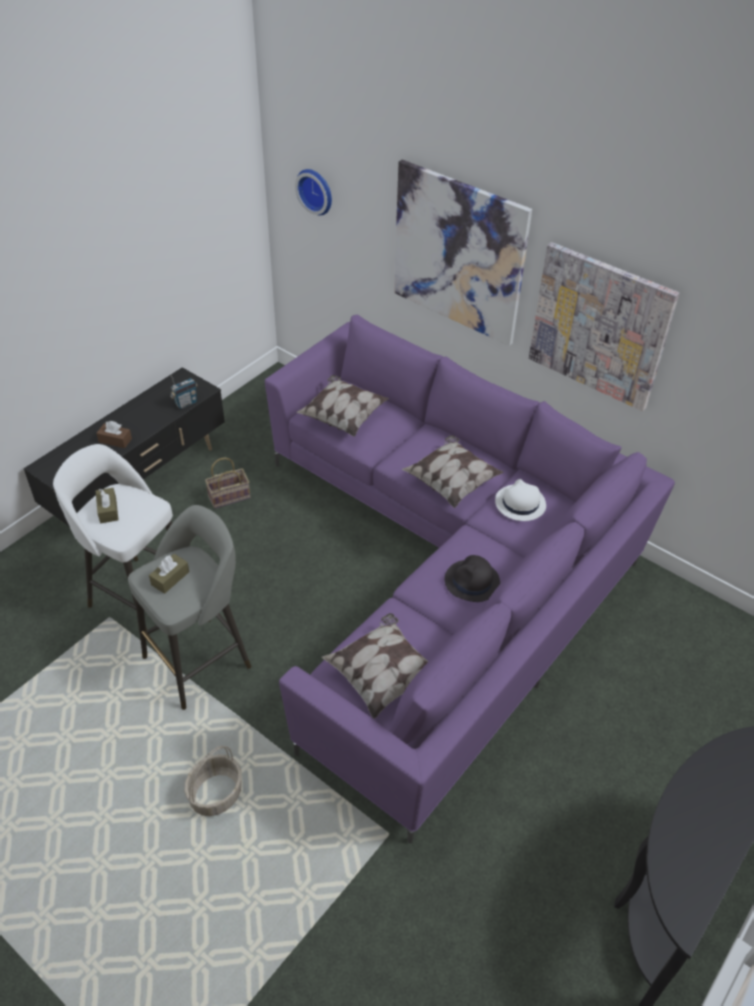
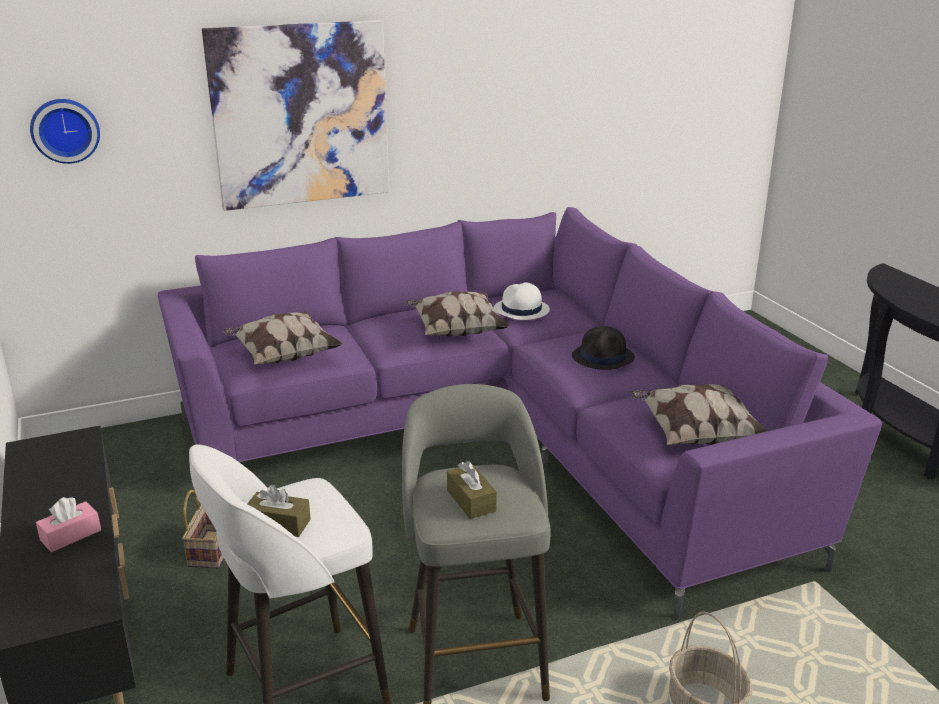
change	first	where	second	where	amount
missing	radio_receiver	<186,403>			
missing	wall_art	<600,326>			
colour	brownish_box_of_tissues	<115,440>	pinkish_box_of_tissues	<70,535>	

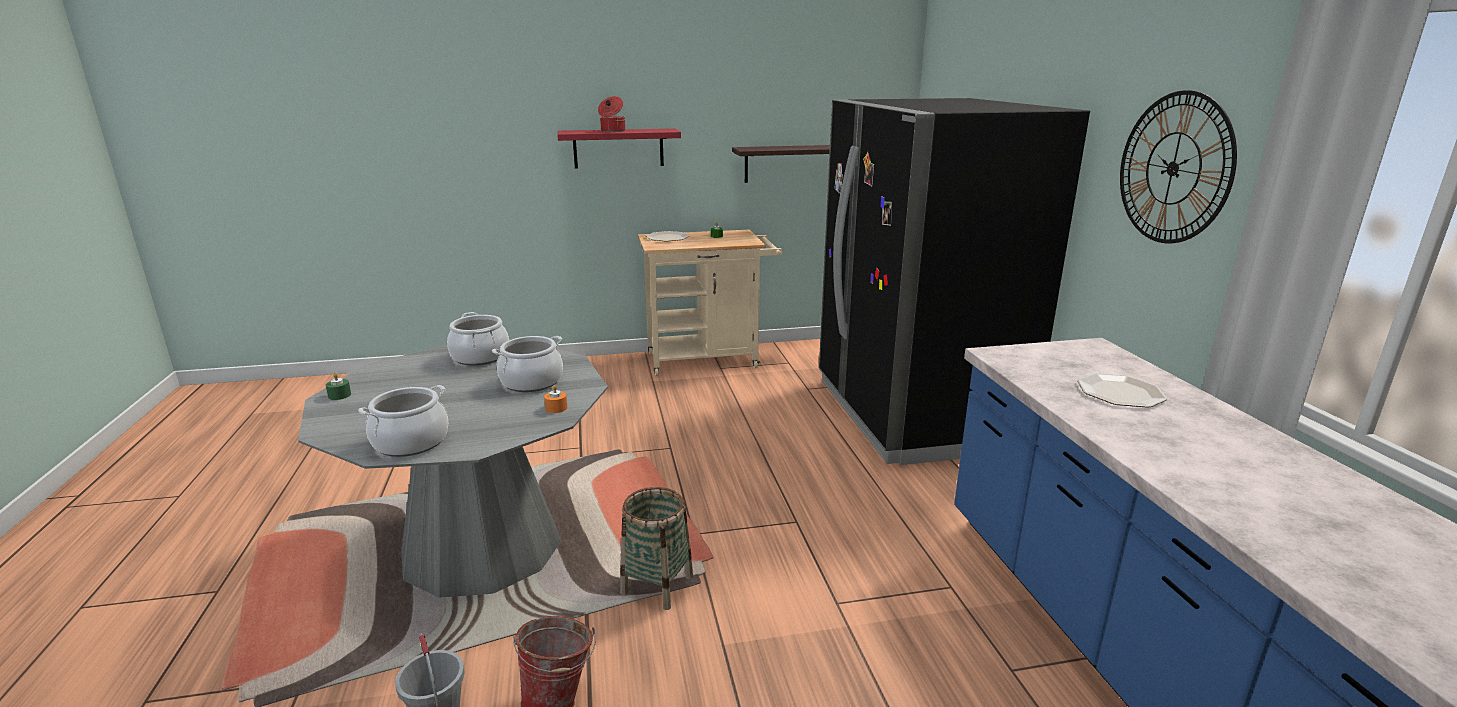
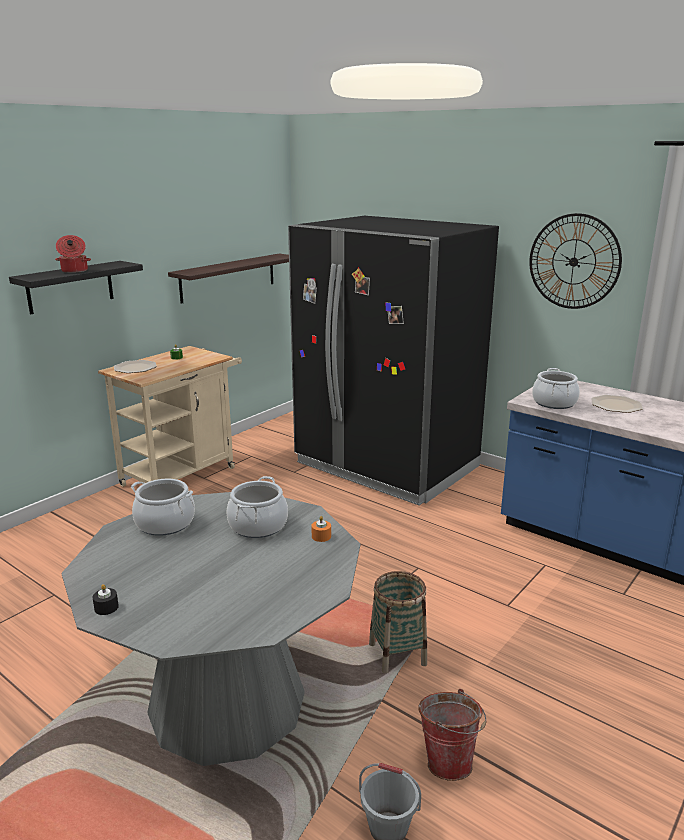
change	first	where	second	where	amount
relocated	cooking_pot	<410,442>		<554,403>	
colour	green-coloured_wax_candle	<339,395>	blackish_wax_candle	<106,607>	
colour	red_bracket_shelf	<618,148>	blackish_bracket_shelf	<70,287>	

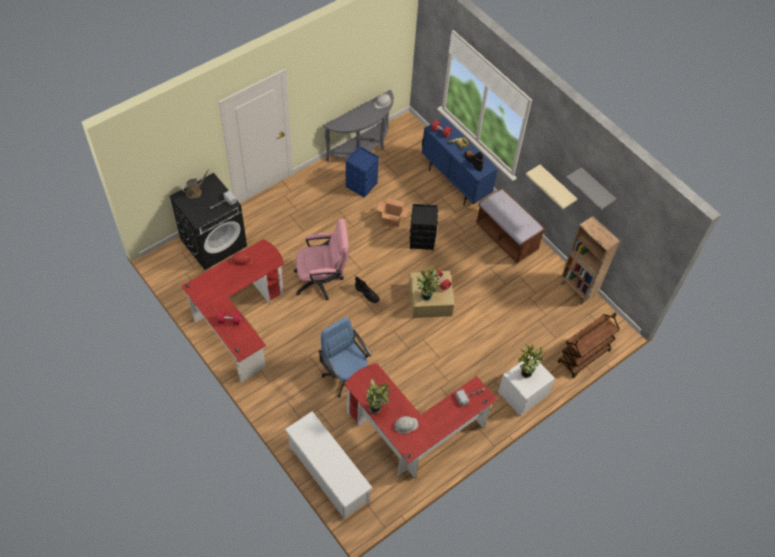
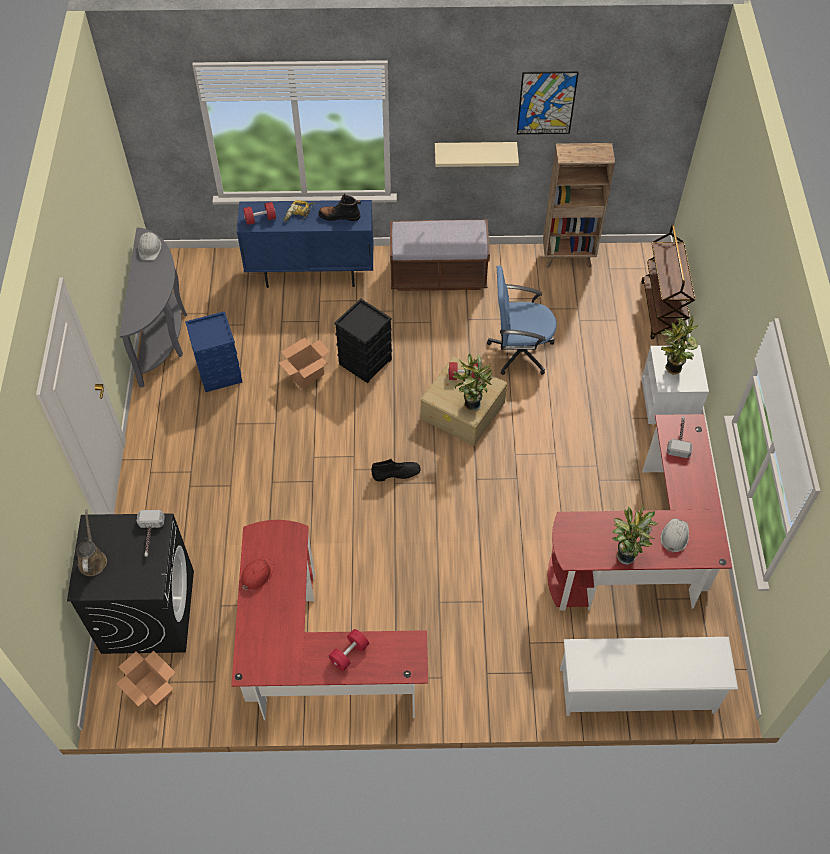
change	first	where	second	where	amount
missing	pinkish_computer_chair	<322,280>			
appeared			packing_box	<152,690>	
relocated	blue_computer_chair	<346,375>		<519,351>	
exchanged	gray_bracket_shelf	<596,188>	wall_art	<546,103>	

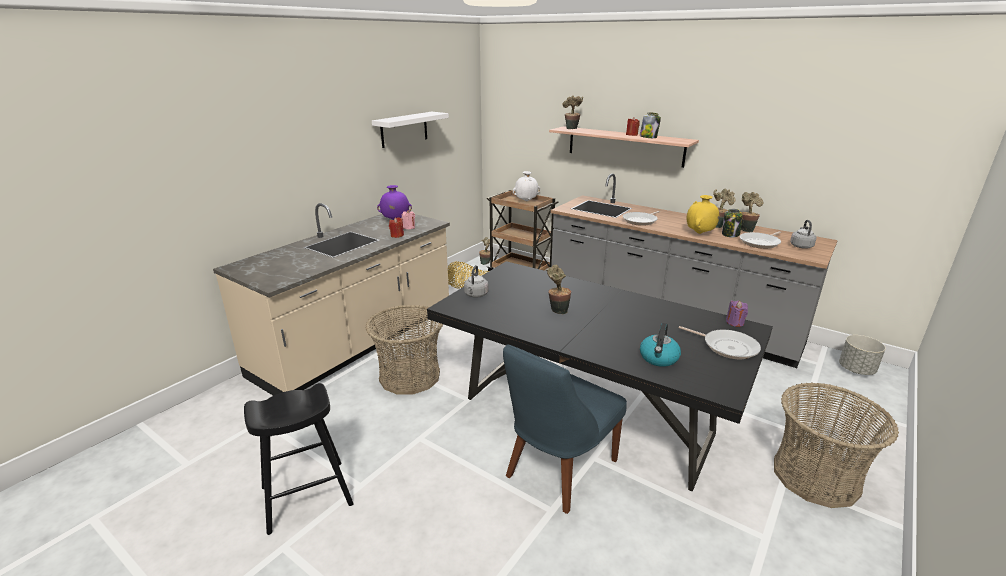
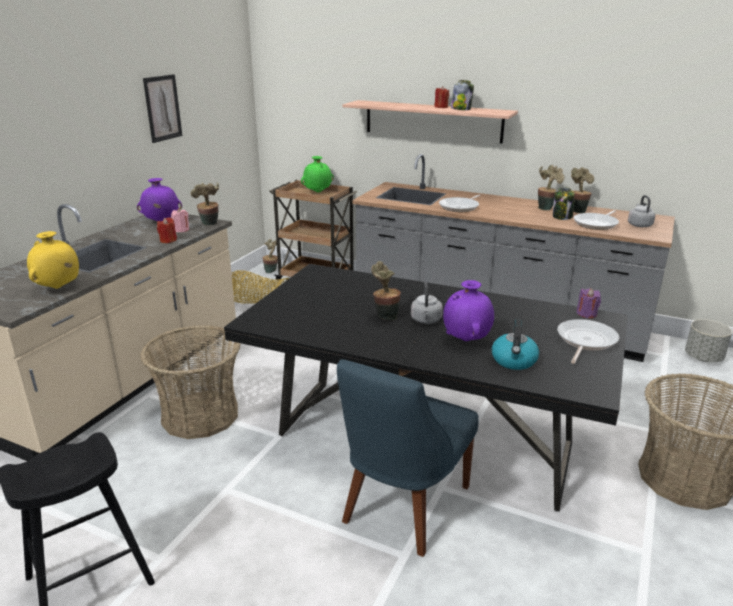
change	first	where	second	where	amount
appeared			purplish_vase	<466,340>	
relocated	gray_tea_kettle	<476,295>		<426,320>	
relocated	plant_in_a_pot	<571,129>		<209,225>	
relocated	yellow-coloured_vase	<700,233>		<58,288>	
exchanged	white-coloured_bracket_shelf	<404,129>	wall_art	<162,108>	
colour	white-coloured_vase	<526,201>	green-coloured_vase	<318,192>	
spun	skillet	<727,347>		<585,341>	90 degrees counterclockwise

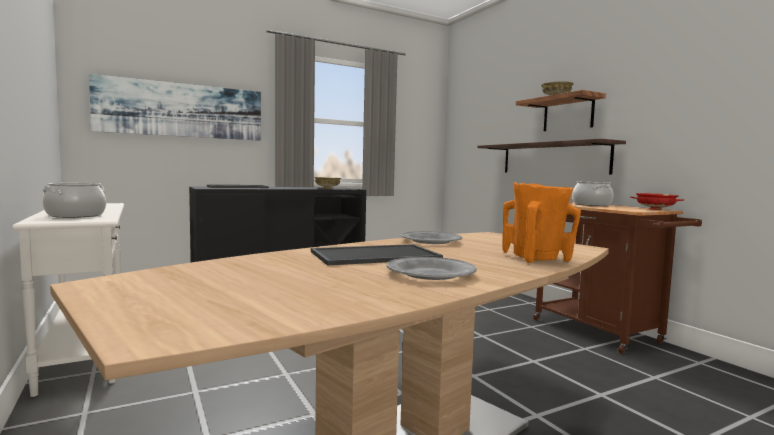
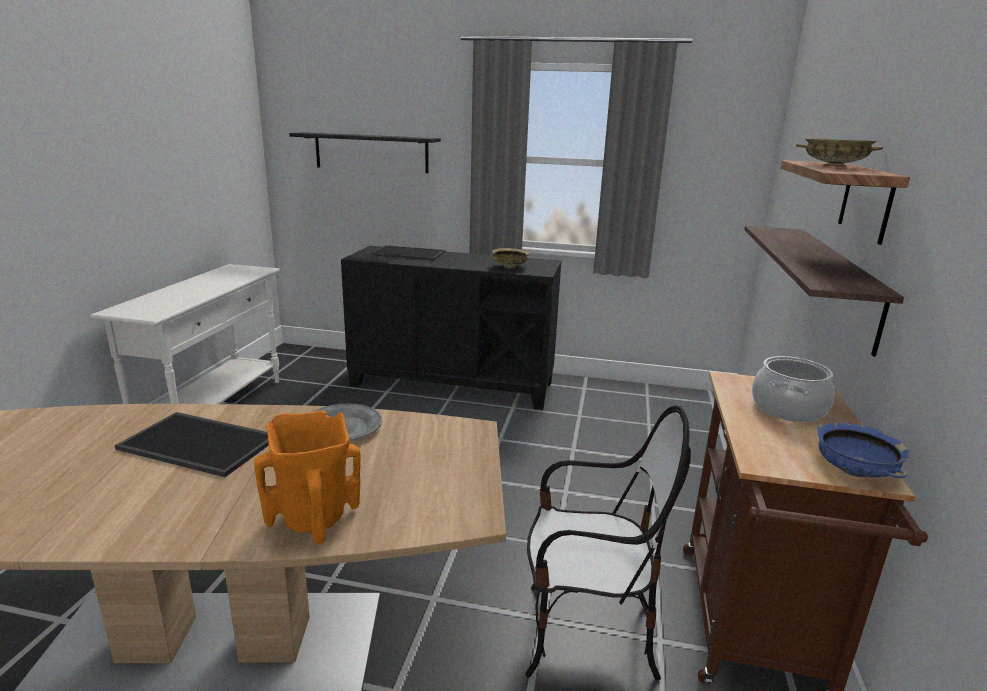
change	first	where	second	where	amount
missing	cooking_pot	<75,215>			
missing	gray_flat_dish	<430,273>			
appeared			plain_chair	<587,635>	
exchanged	wall_art	<182,110>	blackish_bracket_shelf	<371,152>	
colour	red_bowl	<655,209>	blue_bowl	<854,471>	

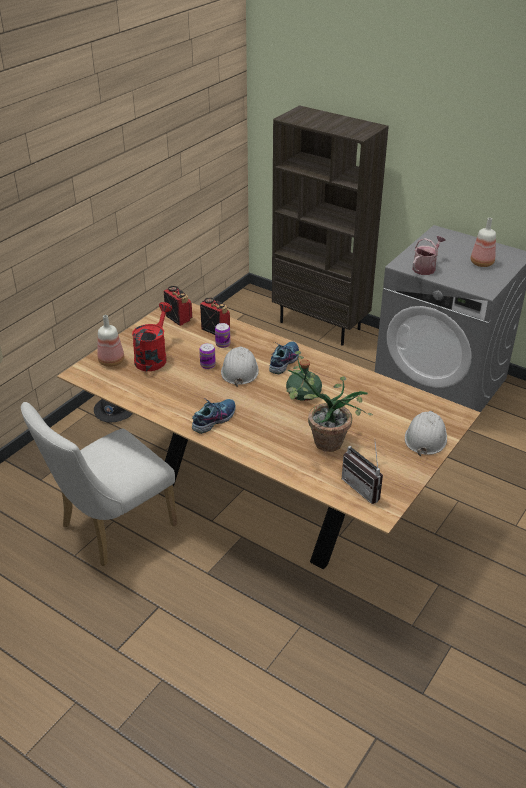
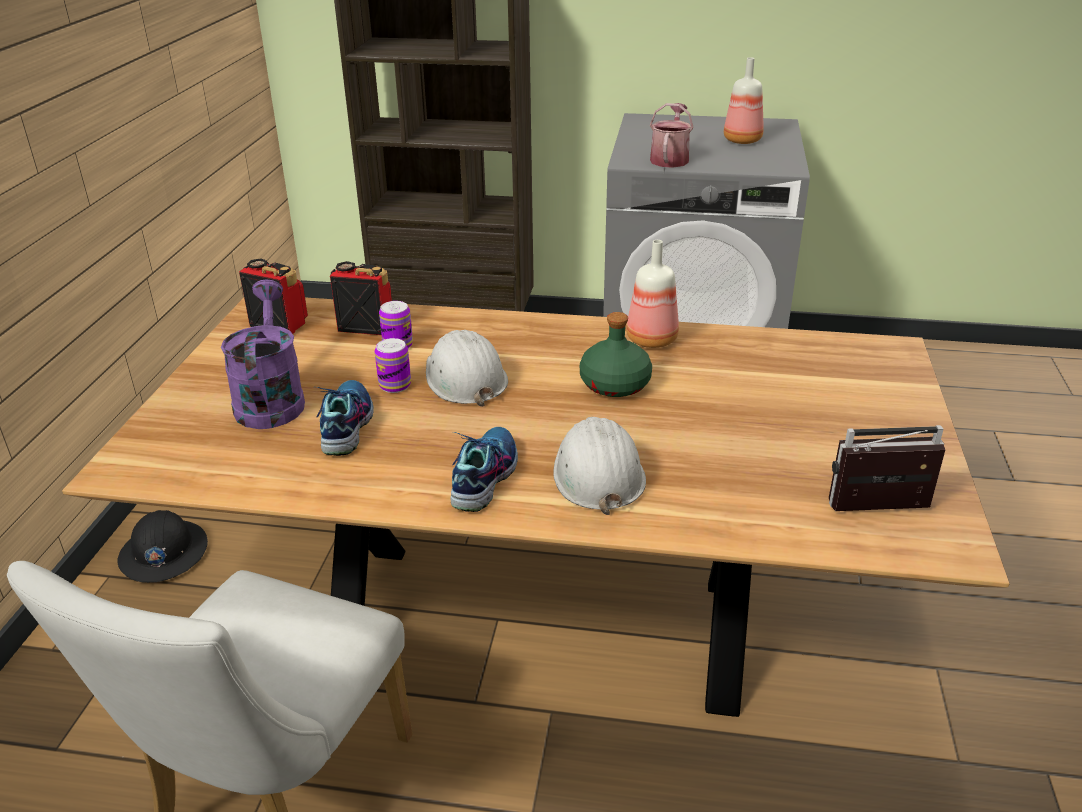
change	first	where	second	where	amount
missing	plant_in_a_pot	<320,440>			
relocated	bottle	<111,361>		<650,339>	
relocated	low_shoe	<283,361>		<345,425>	
relocated	white-coloured_hard_hat	<425,437>		<597,474>	
colour	red_sprinkling_can	<153,357>	purplish_sprinkling_can	<270,399>	
spun	radio_receiver	<365,488>		<881,512>	150 degrees clockwise

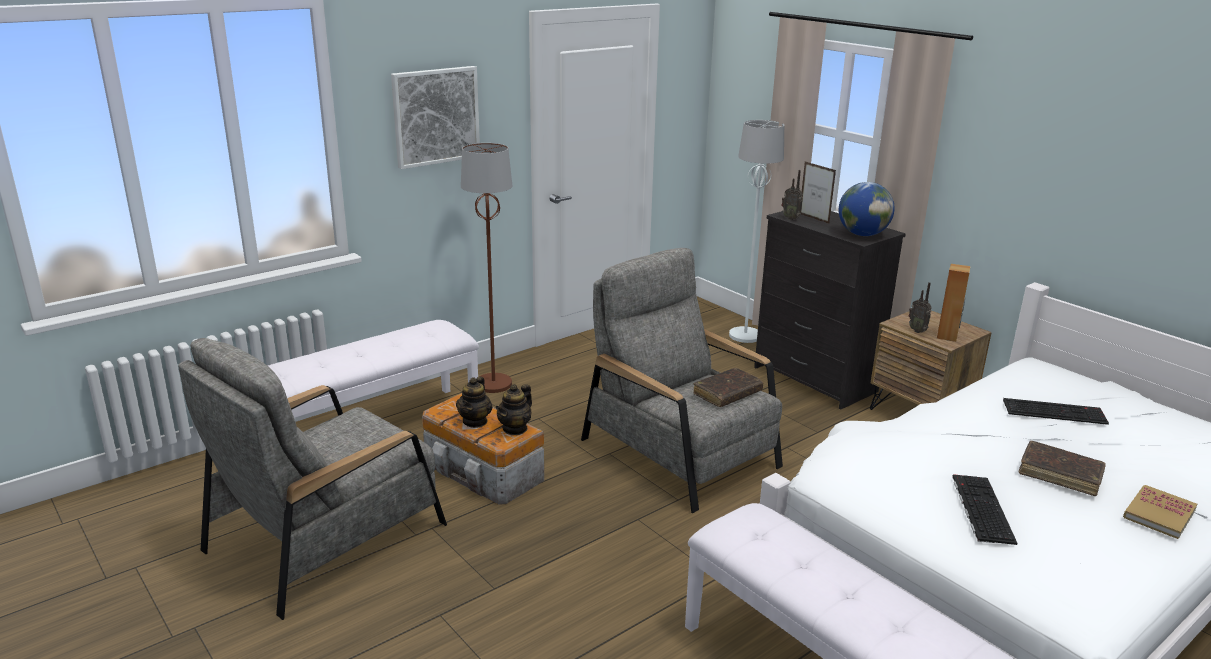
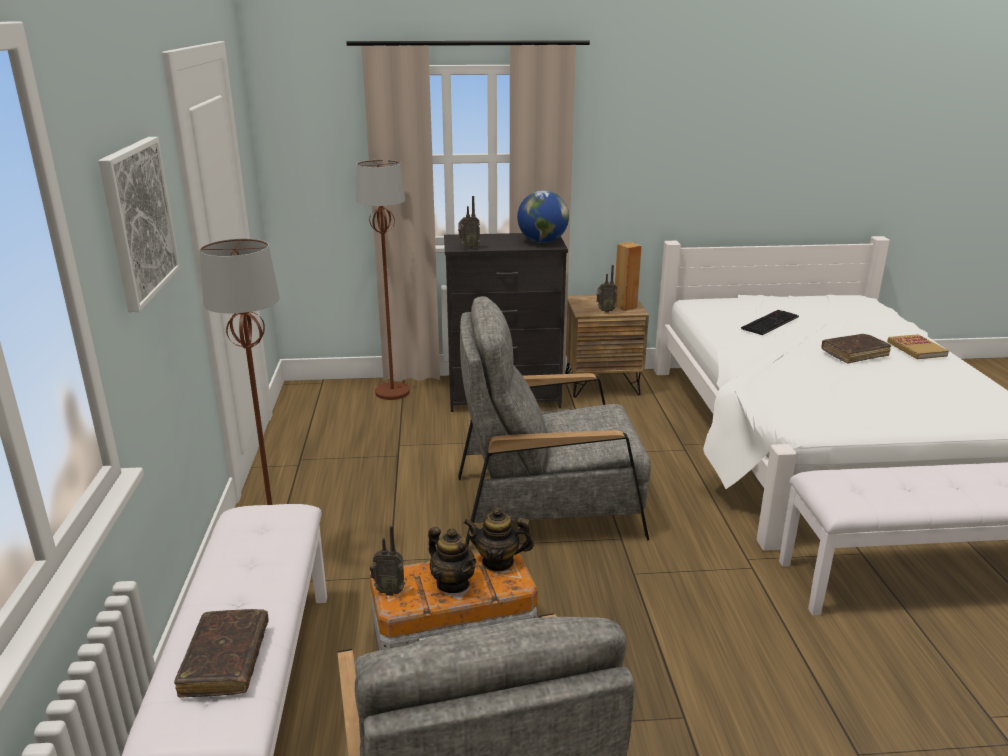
change	first	where	second	where	amount
missing	standing_frame	<814,218>			
missing	PC_keyboard	<980,508>			
appeared			radio_receiver	<389,591>	
relocated	brownish_bound_book	<727,394>		<225,661>	
colour	white-coloured_standing_lamp	<744,335>	brownish_standing_lamp	<392,392>	
spun	pot_for_tea	<515,428>		<498,562>	120 degrees clockwise

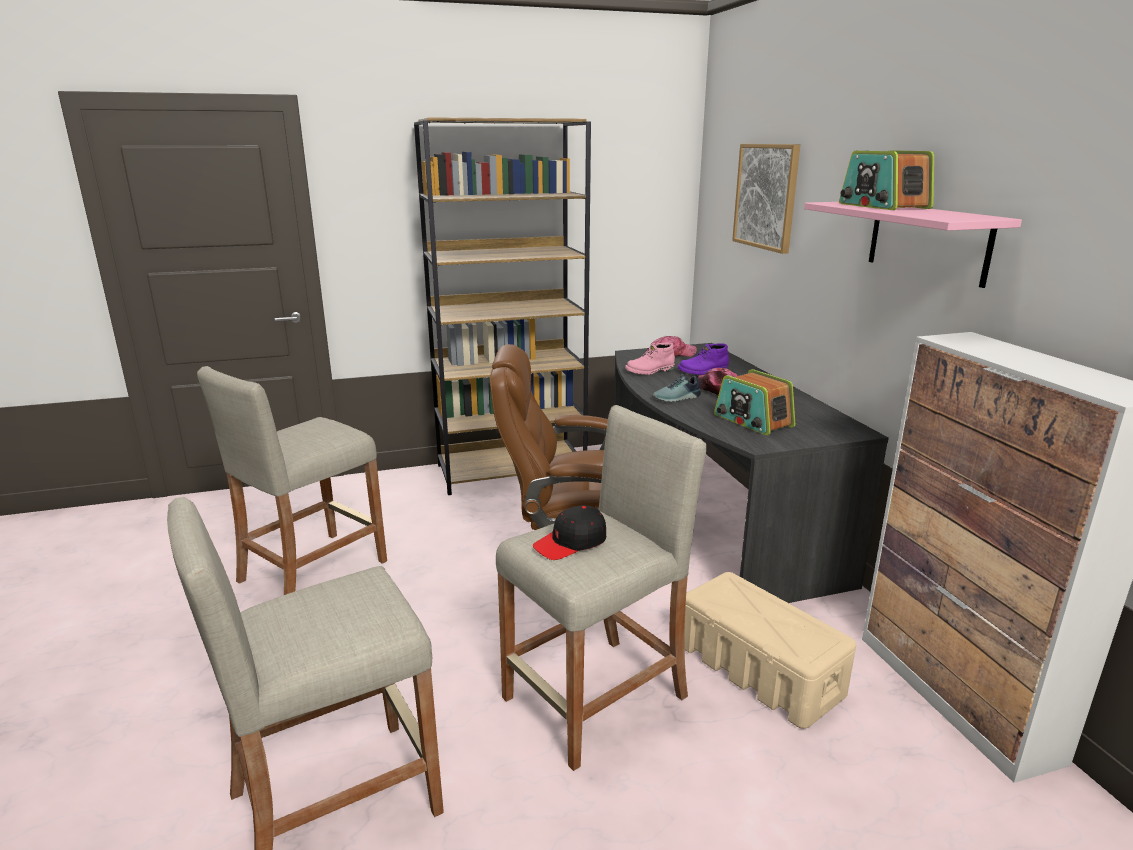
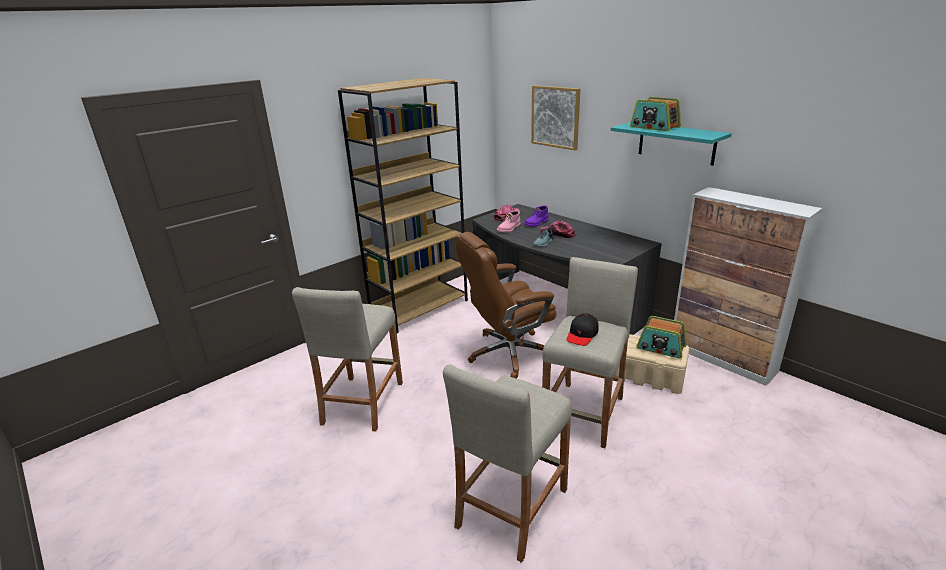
change	first	where	second	where	amount
relocated	radio_receiver	<752,421>		<661,348>	
colour	pinkish_bracket_shelf	<927,241>	turquoise_bracket_shelf	<676,143>	

